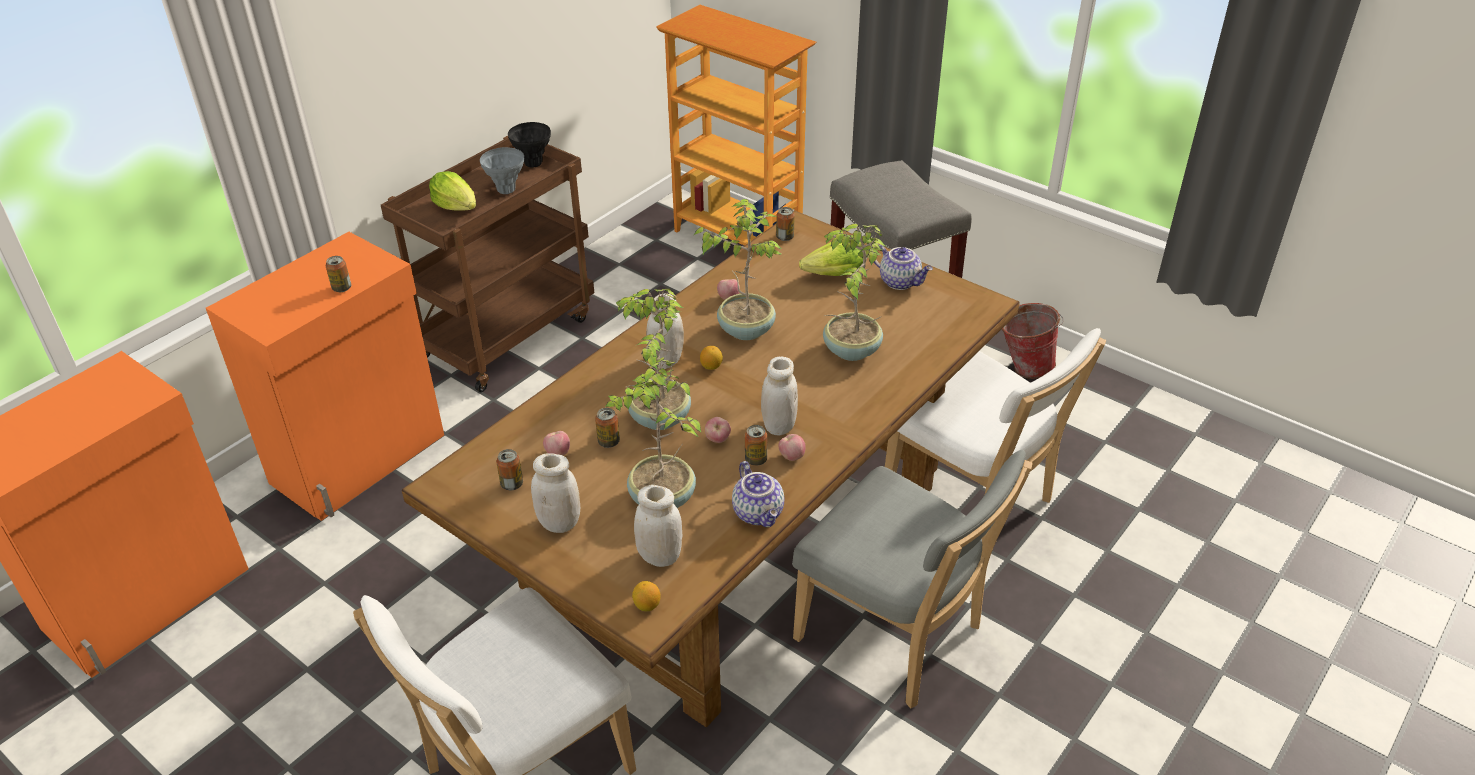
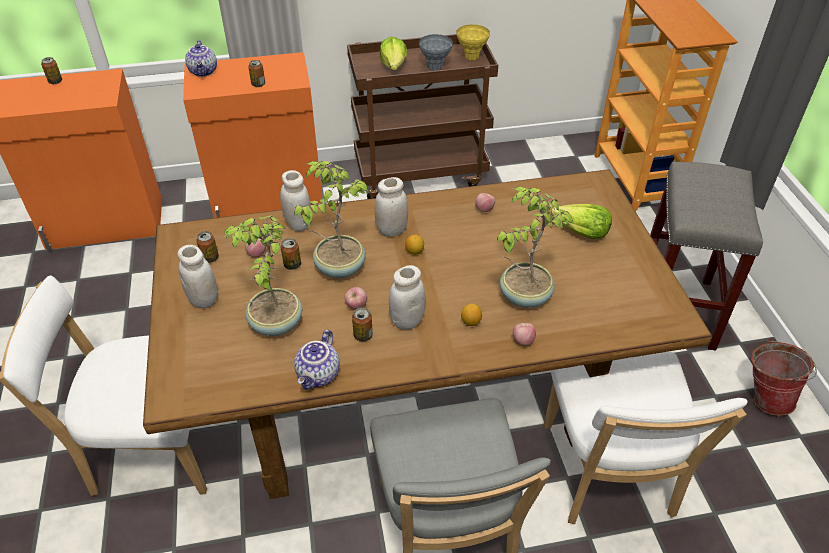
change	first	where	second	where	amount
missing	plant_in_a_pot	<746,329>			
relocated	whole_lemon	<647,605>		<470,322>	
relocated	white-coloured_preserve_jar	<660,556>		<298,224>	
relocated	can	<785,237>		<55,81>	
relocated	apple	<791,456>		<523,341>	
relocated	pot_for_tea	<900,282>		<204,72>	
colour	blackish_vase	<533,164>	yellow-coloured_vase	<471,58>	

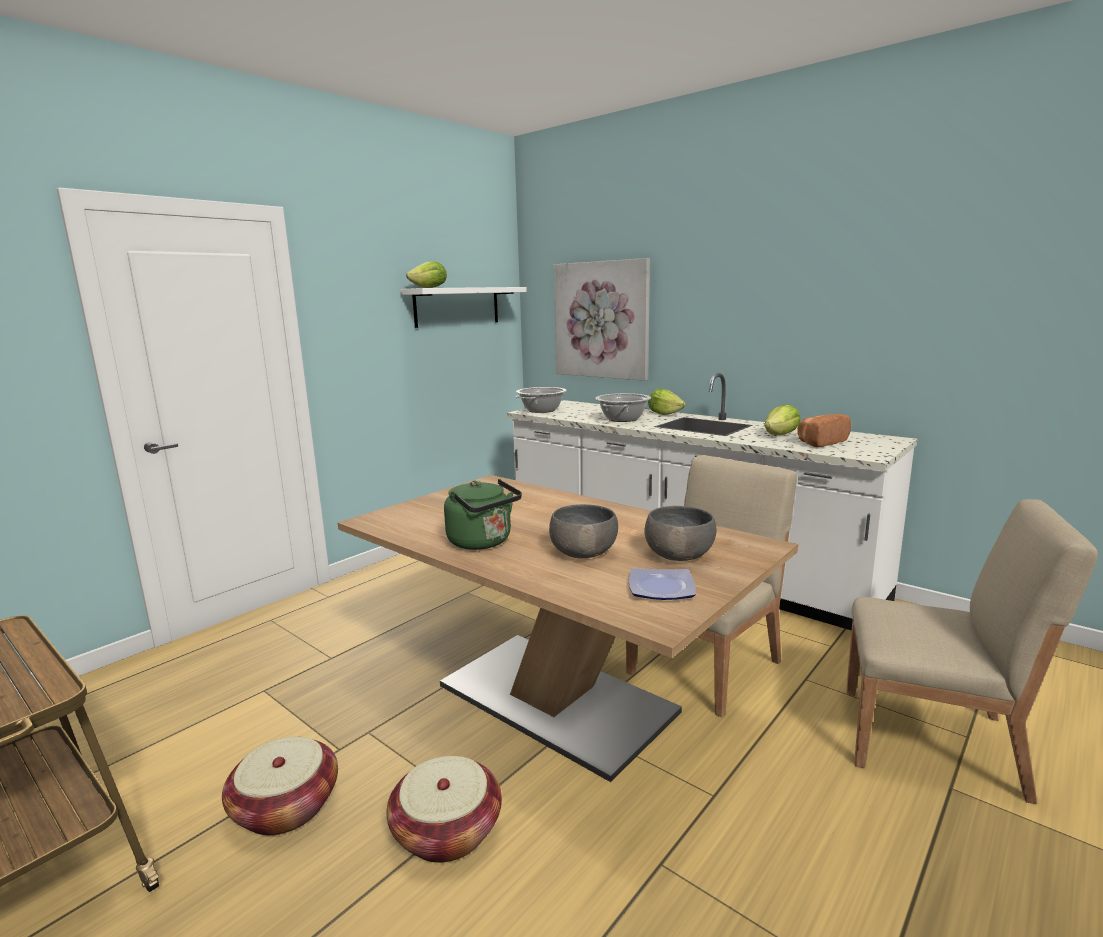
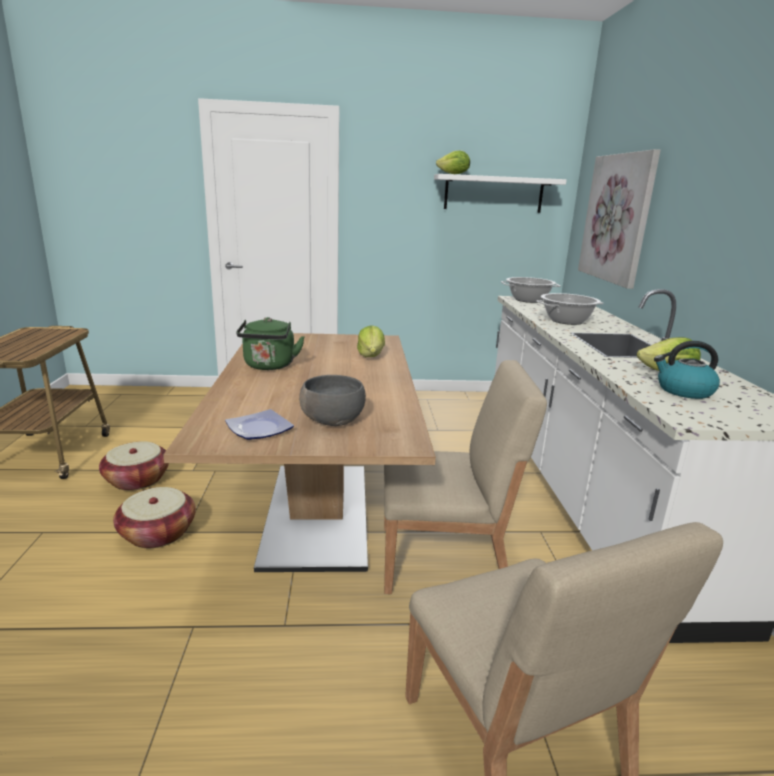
change	first	where	second	where	amount
missing	gray_bowl	<583,553>			
relocated	lettuce_head	<664,414>		<371,356>	
exchanged	bread	<820,442>	tea_kettle	<683,391>	

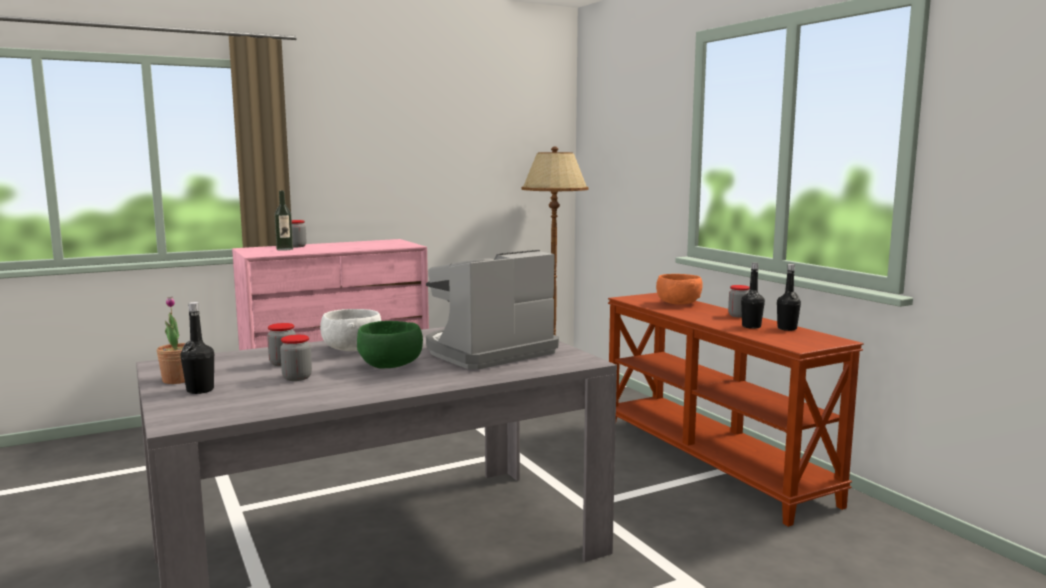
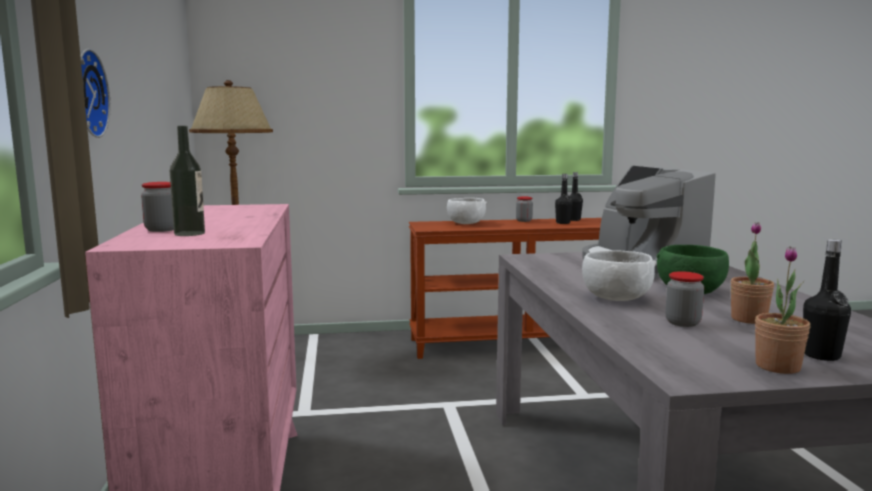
change	first	where	second	where	amount
appeared			hanging_clock	<86,93>	
exchanged	preserve_jar	<297,378>	plant_in_a_pot	<748,319>	
colour	orange-coloured_bowl	<678,303>	white-coloured_bowl	<466,223>	

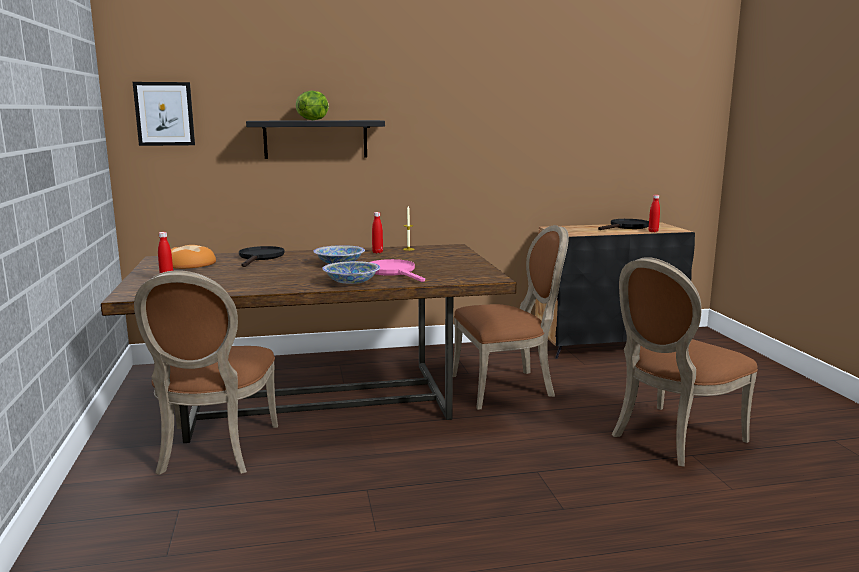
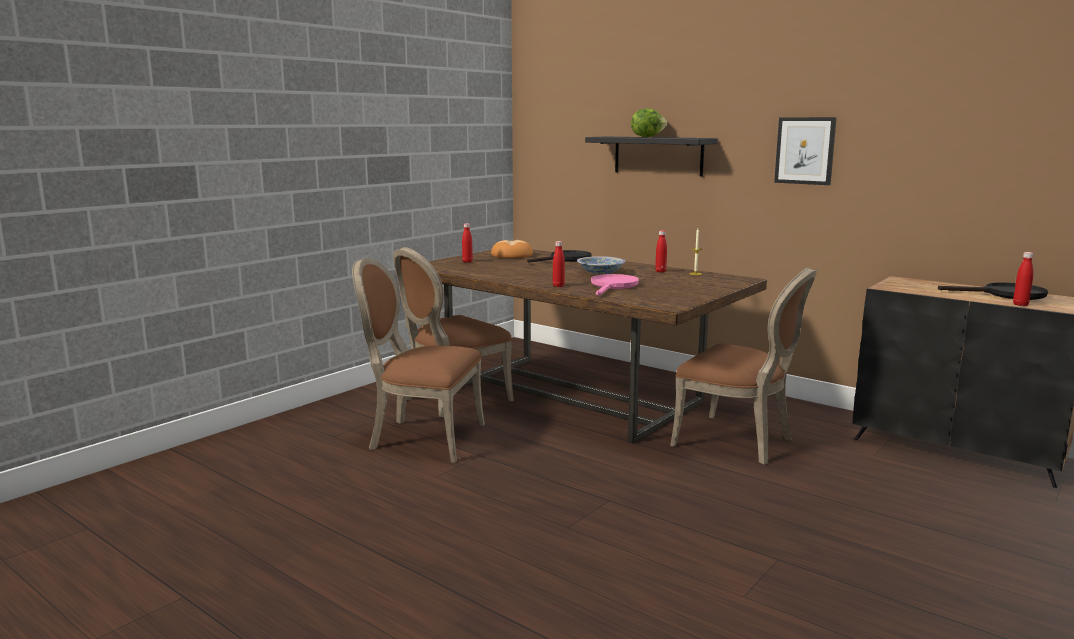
change	first	where	second	where	amount
relocated	wall_art	<164,114>		<805,150>	
relocated	brownish_plain_chair	<671,438>		<422,438>	
exchanged	bowl	<351,282>	red_bottle	<558,286>	

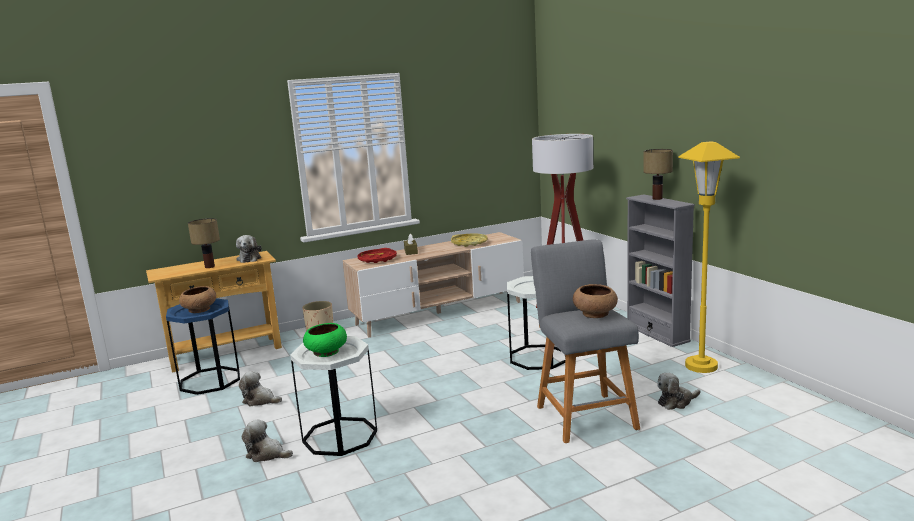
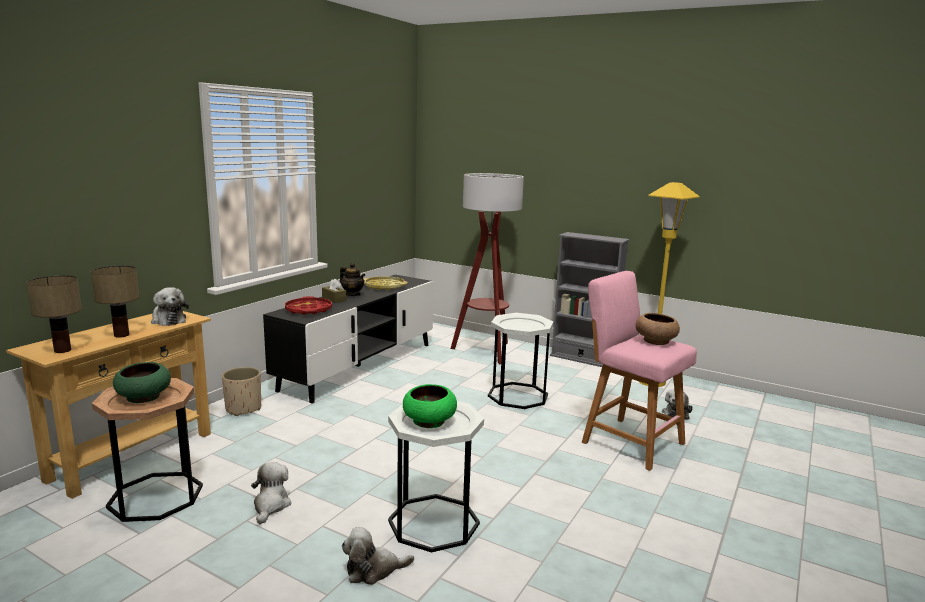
change	first	where	second	where	amount
appeared			pot_for_tea	<352,294>	
relocated	lamp_for_a_table	<657,198>		<62,350>	
colour	blue_end_table	<210,380>	brownish_end_table	<156,496>	
colour	brownish_bowl	<199,310>	green-coloured_bowl	<144,397>	
colour	beige-coloured_media_console	<439,313>	blackish_media_console	<359,366>	
colour	gray_stool_seat	<584,415>	pinkish_stool_seat	<628,441>	
spun	soft_toy	<260,400>		<270,505>	105 degrees clockwise

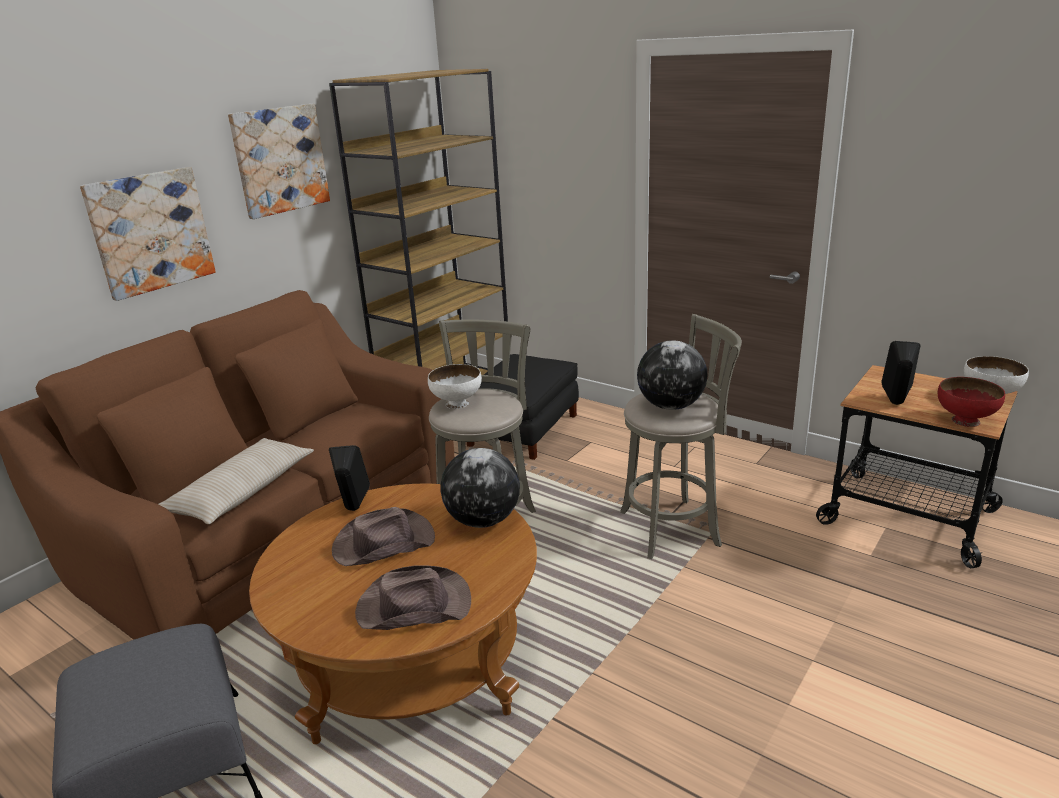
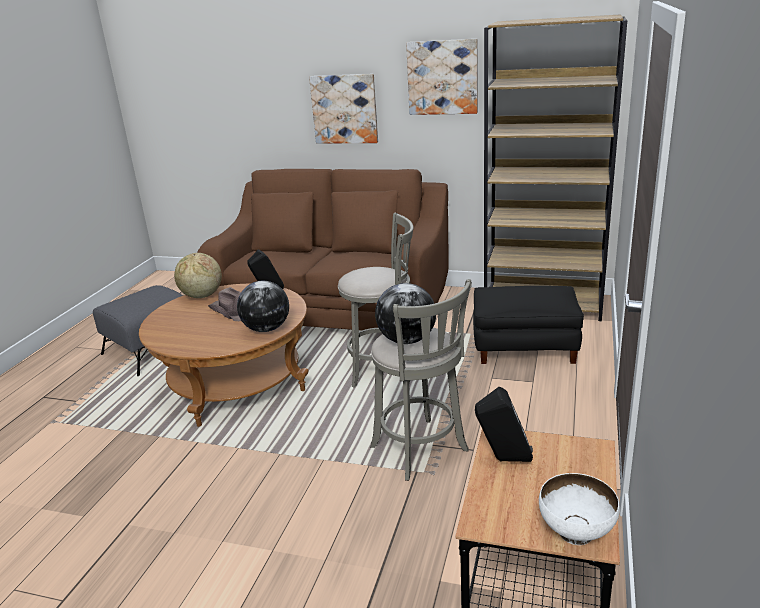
change	first	where	second	where	amount
missing	beige-coloured_cushion	<242,492>			
missing	brownish_hat	<412,606>			
missing	white-coloured_bowl	<457,403>			
missing	red_bowl	<964,420>			
appeared			globe	<201,296>	

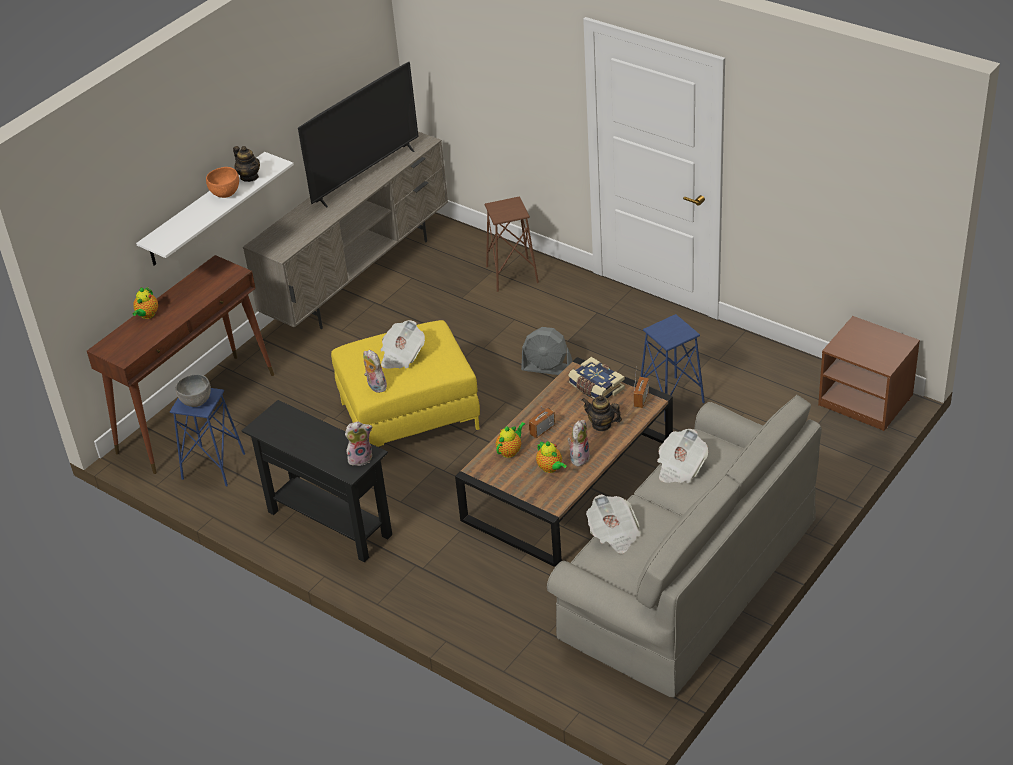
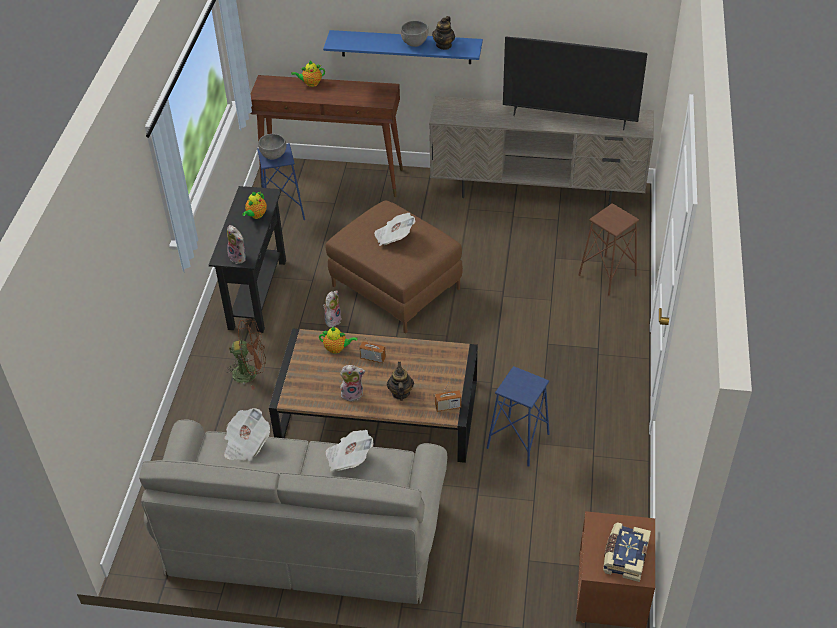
change	first	where	second	where	amount
missing	gray_cooling_fan	<547,368>			
appeared			brownish_cooling_fan	<250,372>	
relocated	soft_toy	<375,386>		<332,319>	
relocated	pot_for_tea	<550,468>		<256,215>	
relocated	bound_book	<596,388>		<624,557>	
colour	white-coloured_bracket_shelf	<205,210>	blue_bracket_shelf	<406,47>	
colour	orange-coloured_bowl	<225,193>	gray_bowl	<415,43>	
colour	yellow-coloured_ottoman	<410,415>	brownish_ottoman	<396,287>	

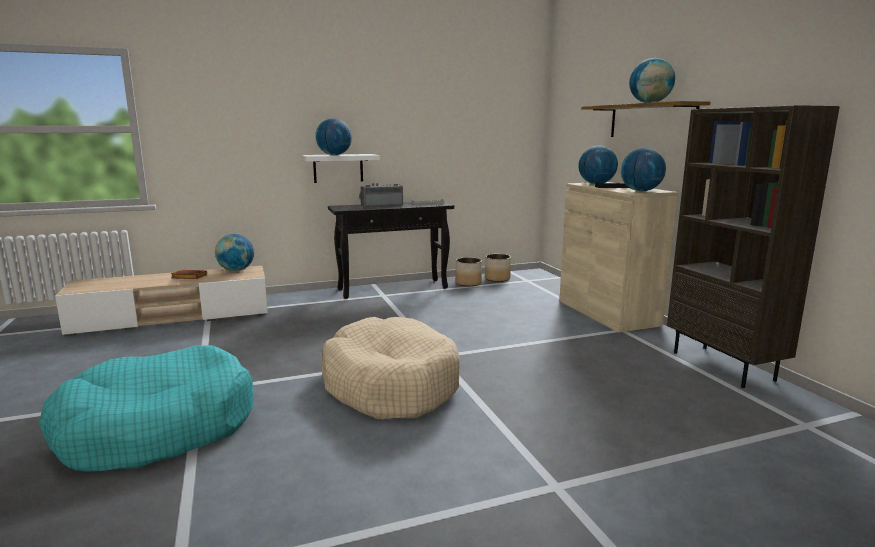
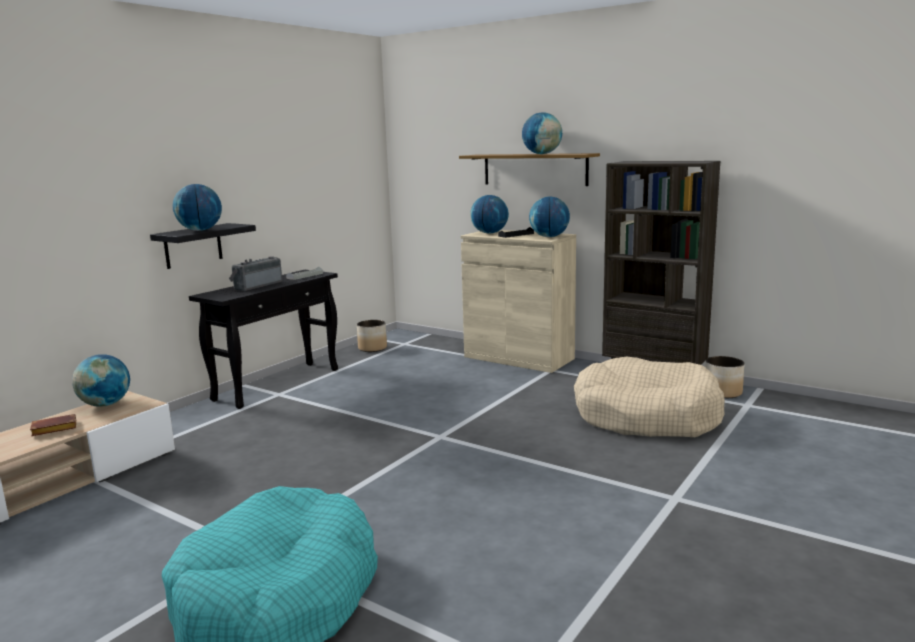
change	first	where	second	where	amount
relocated	beige-coloured_dog_cushion	<390,384>		<646,416>	
relocated	plant_pot	<468,283>		<722,392>	
colour	white-coloured_bracket_shelf	<338,168>	blackish_bracket_shelf	<193,246>	

